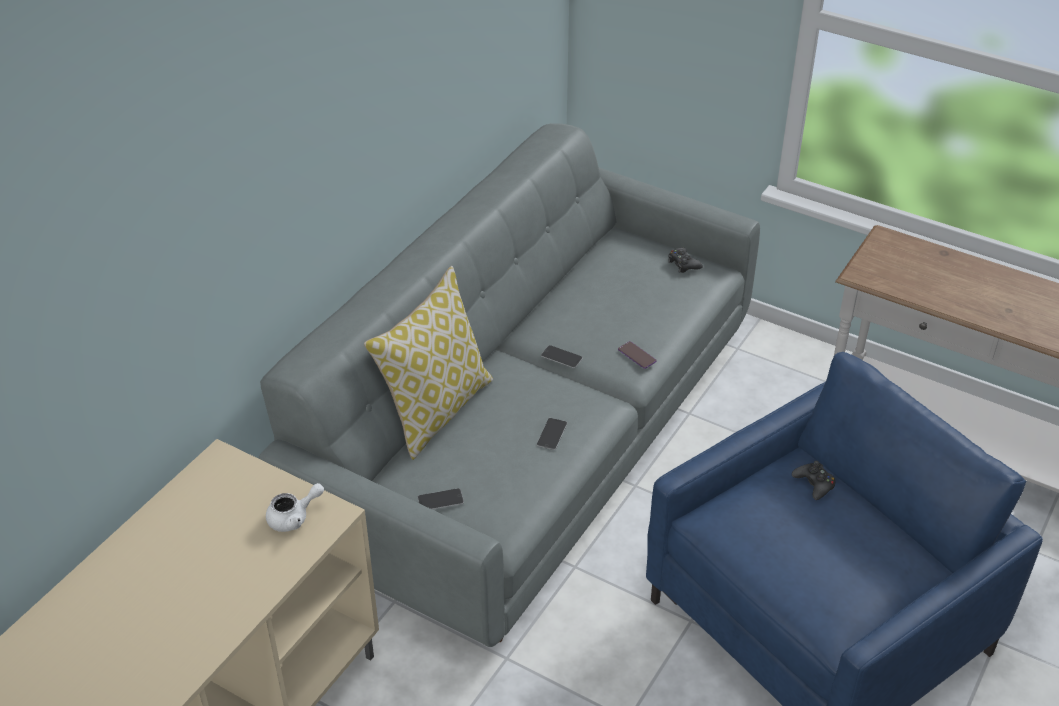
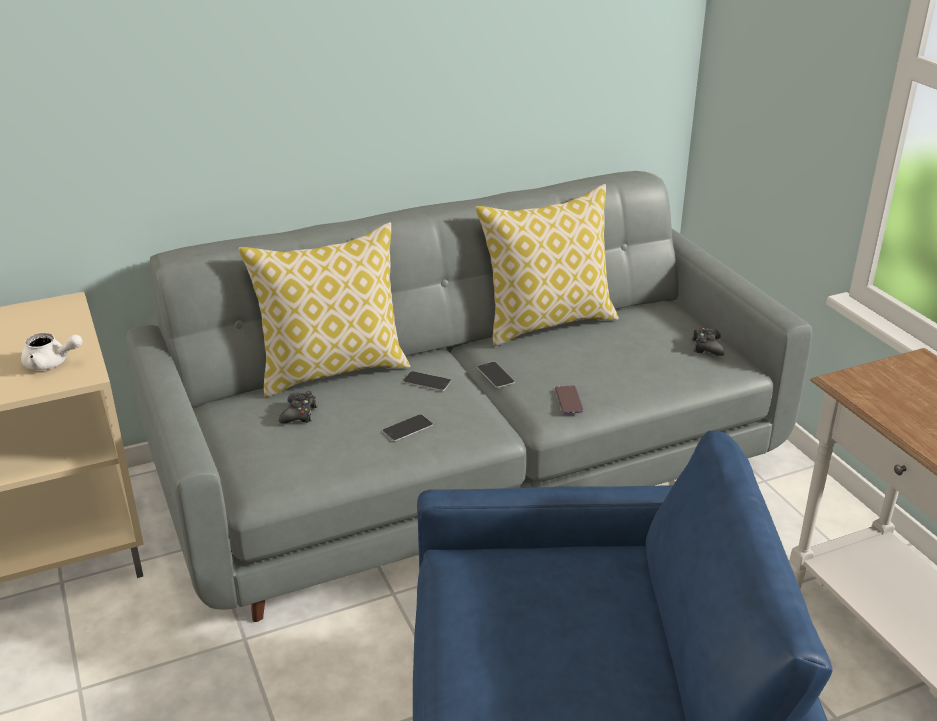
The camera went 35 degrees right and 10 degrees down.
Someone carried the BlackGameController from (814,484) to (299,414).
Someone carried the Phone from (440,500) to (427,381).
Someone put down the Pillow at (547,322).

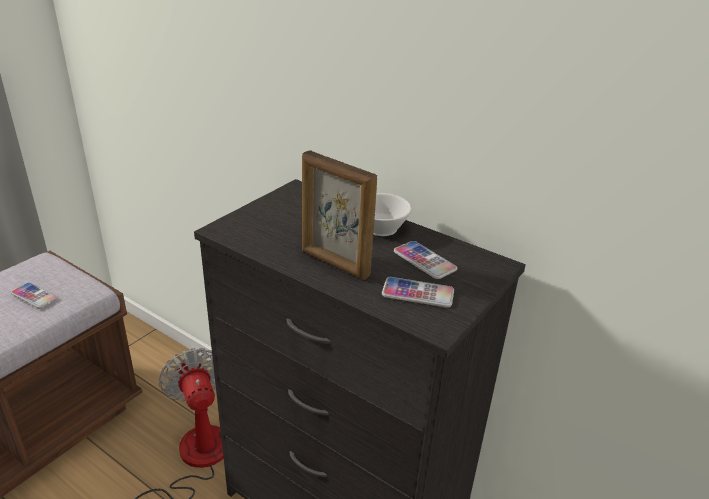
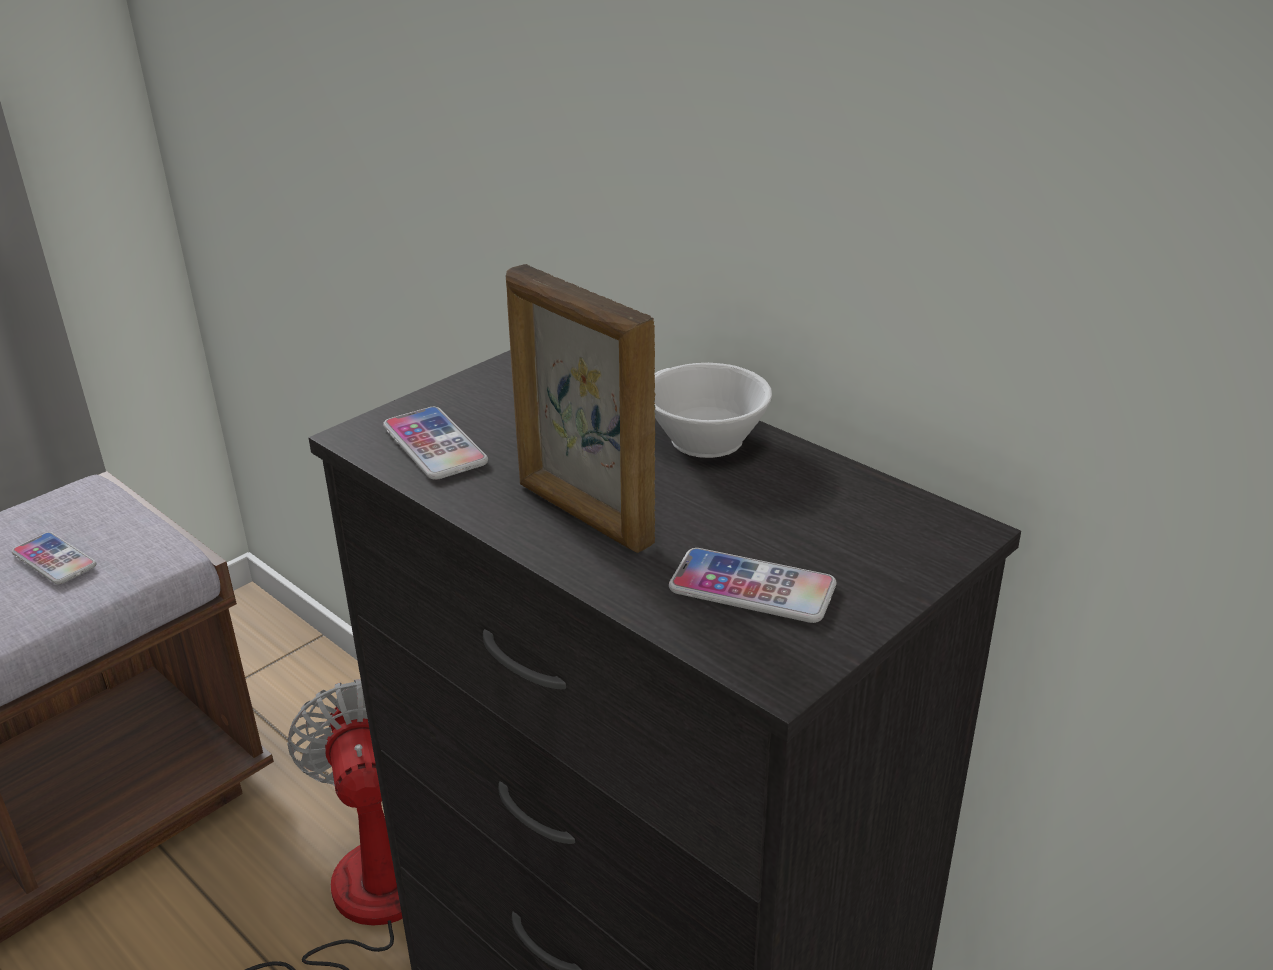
The camera went 10 degrees right and 0 degrees up.
Someone carried the Phone from (424,261) to (435,445).

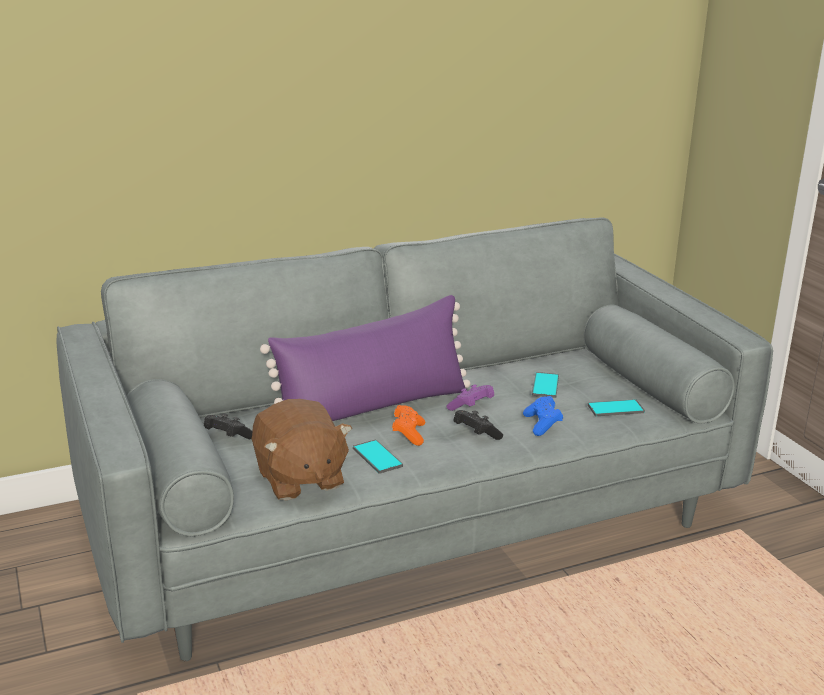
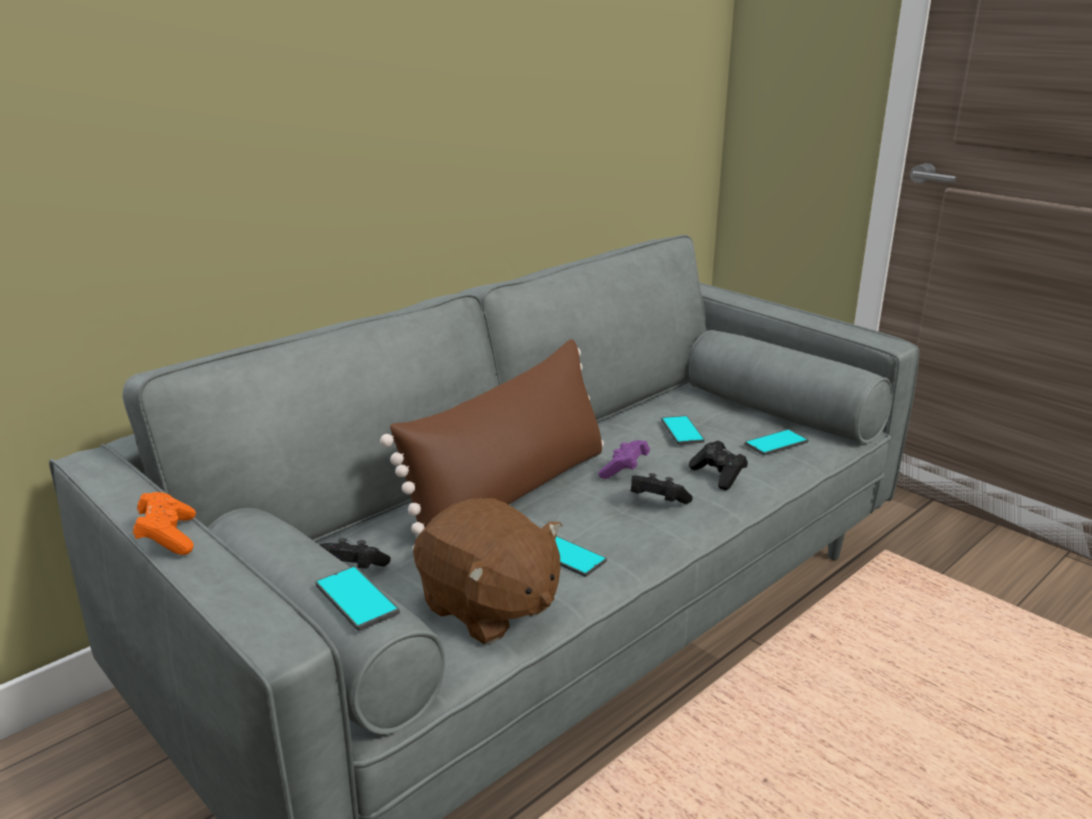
The camera went 20 degrees left and 0 degrees up.
Someone carried the OrangeGameController from (408,434) to (168,537).
Someone put down the Phone at (357,599).
Someone repainted the PurplePillow at (373,408), which became the BrownPillow at (511,493).
Someone repainted the BlueGameController at (542,424), which became the BlackGameController at (718,476).

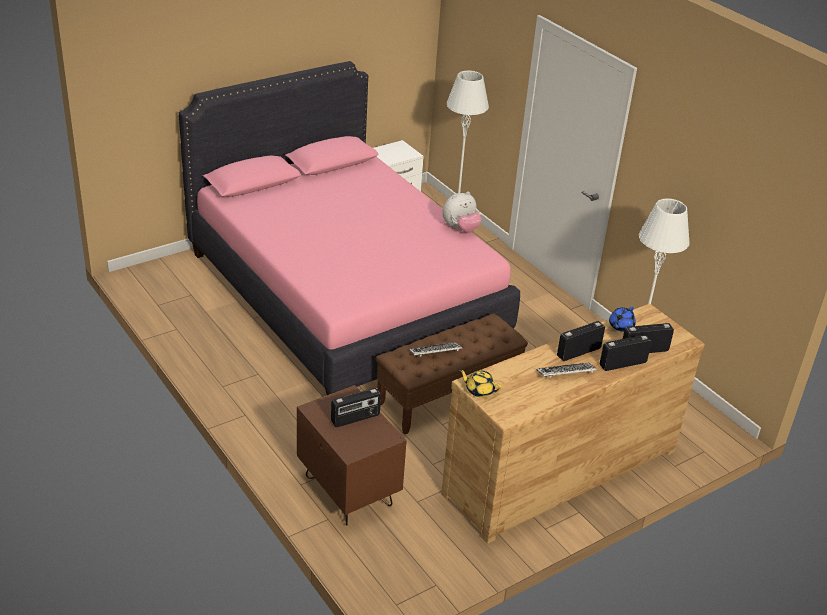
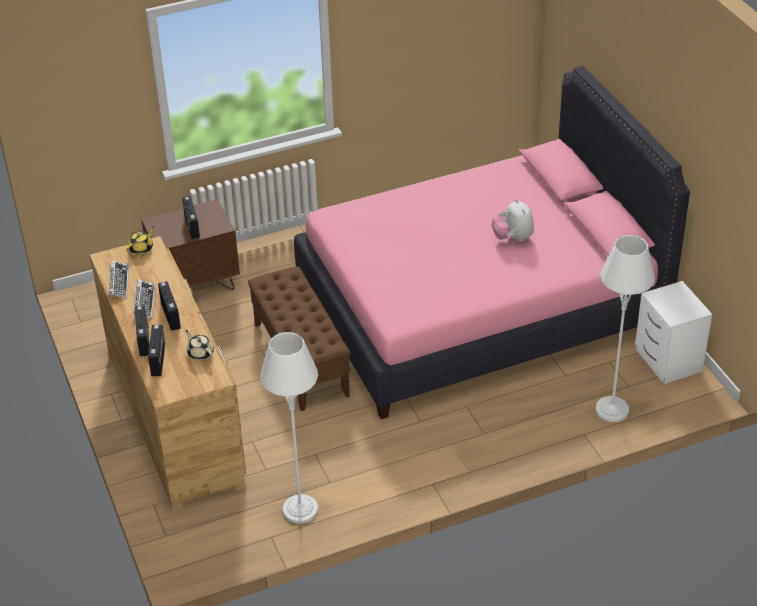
The camera went 105 degrees right and 5 degrees up.
Someone carried the Keyboard from (435,352) to (119,282).
Someone repainted the BlueTeapot at (620,326), which became the BeigeTeapot at (200,353).
Someone carried the PlushToy from (460,229) to (513,238).

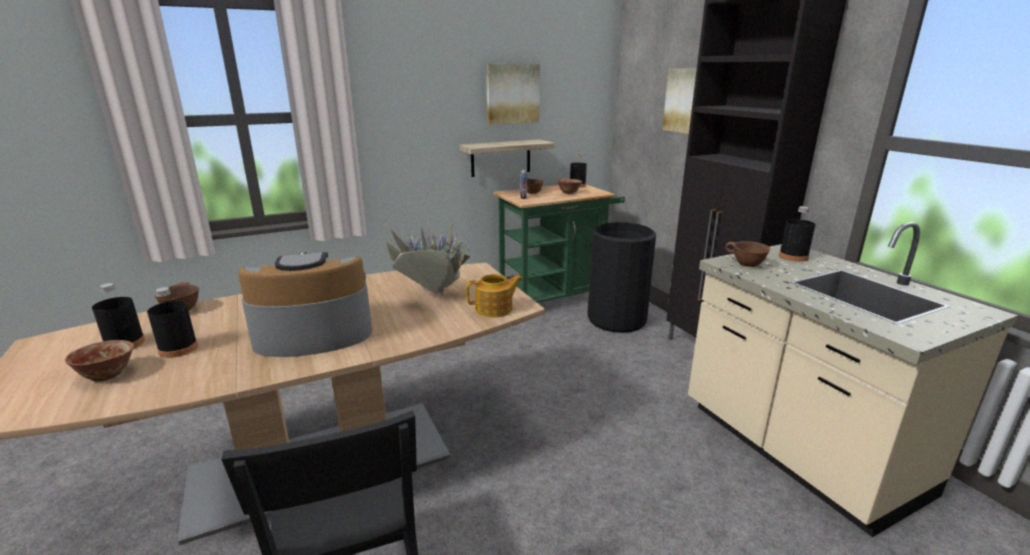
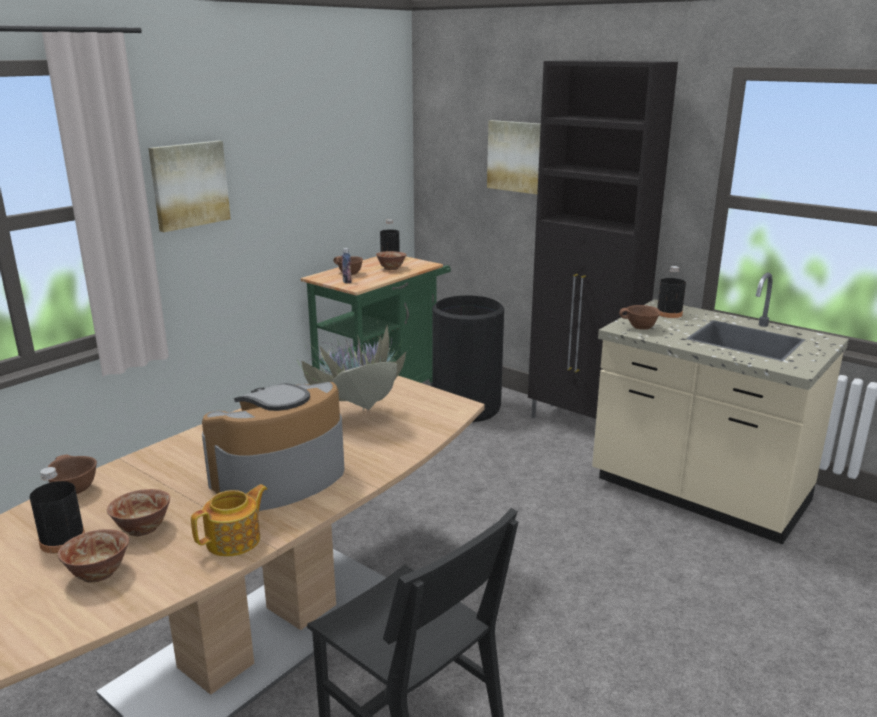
The camera went 25 degrees left and 0 degrees up.
Someone swapped the BlackBottle at (178,349) for the Bowl at (142,529).
Someone carried the Picture from (512,93) to (189,185).
Someone carried the Teapot from (495,309) to (235,540).
Someone took away the Shelf at (501,158).

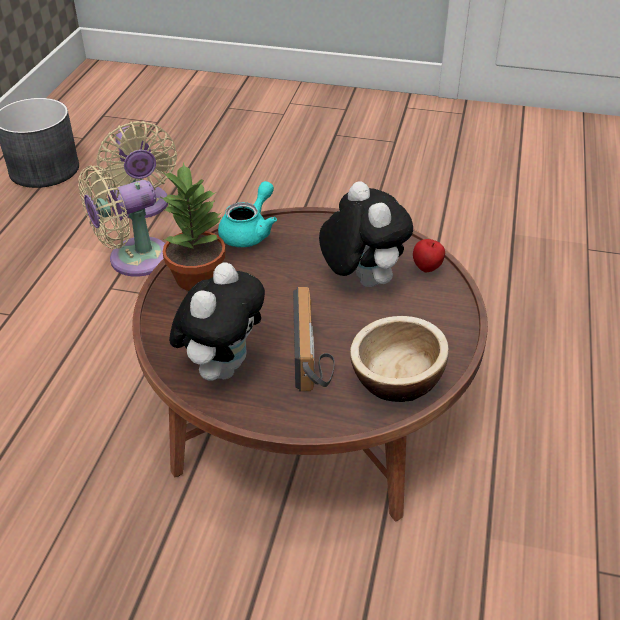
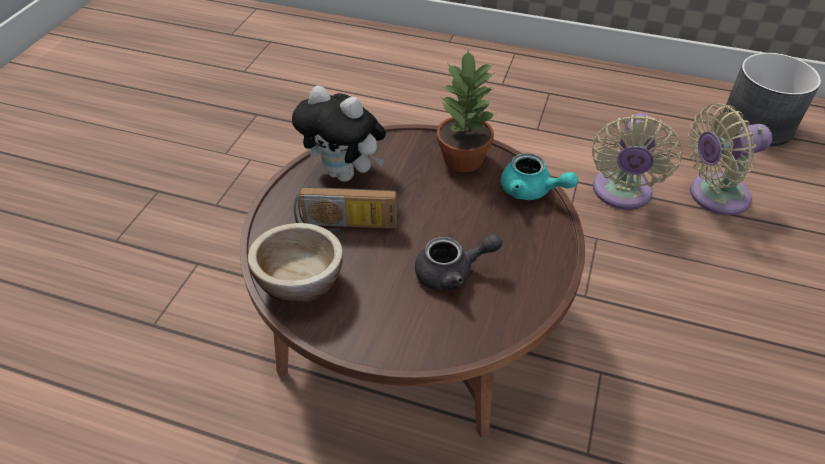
The camera went 95 degrees right and 5 degrees up.
Someone swapped the PlushToy at (361,280) for the GreyTeapot at (452,273).
Someone rotated the BeigeFan at (133,260) by 135 degrees counterclockwise.
Someone took away the Apple at (427,269).

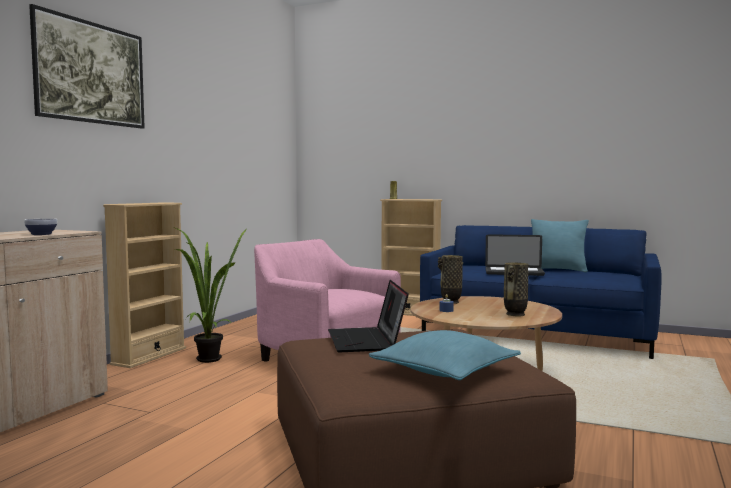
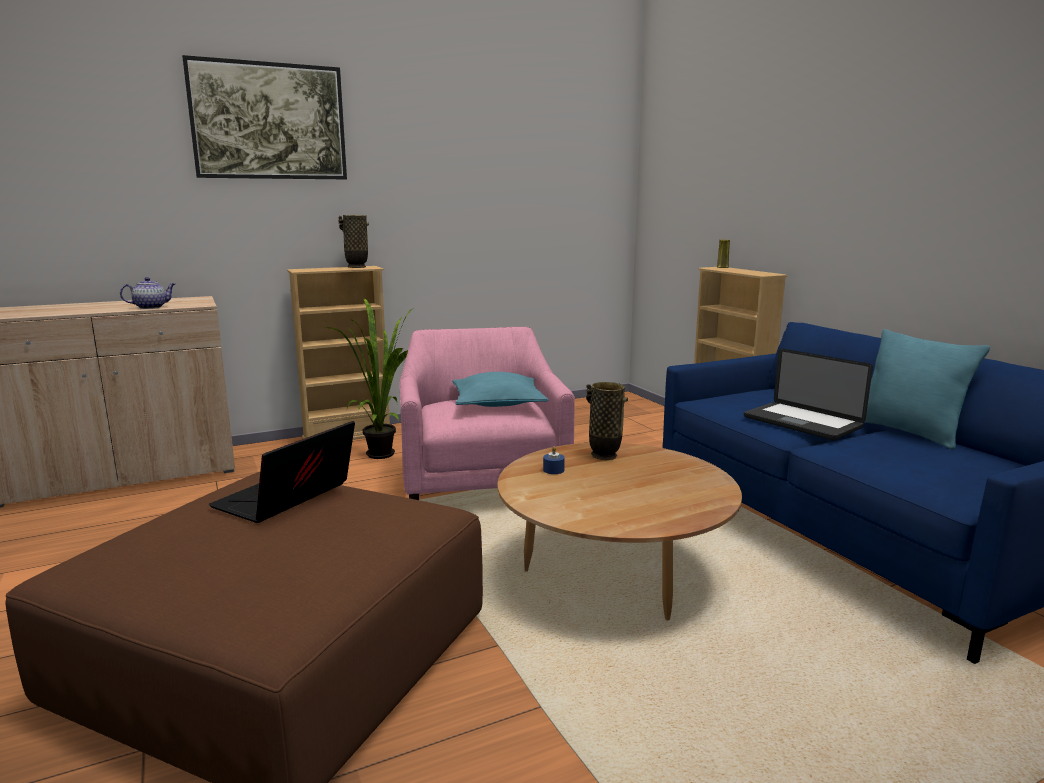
The camera went 40 degrees right and 10 degrees up.
Someone swapped the Bowl at (41,234) for the Teapot at (151,307).
Someone carried the Vase from (515,314) to (356,267).
Someone carried the TurquoisePillow from (445,371) to (498,403).

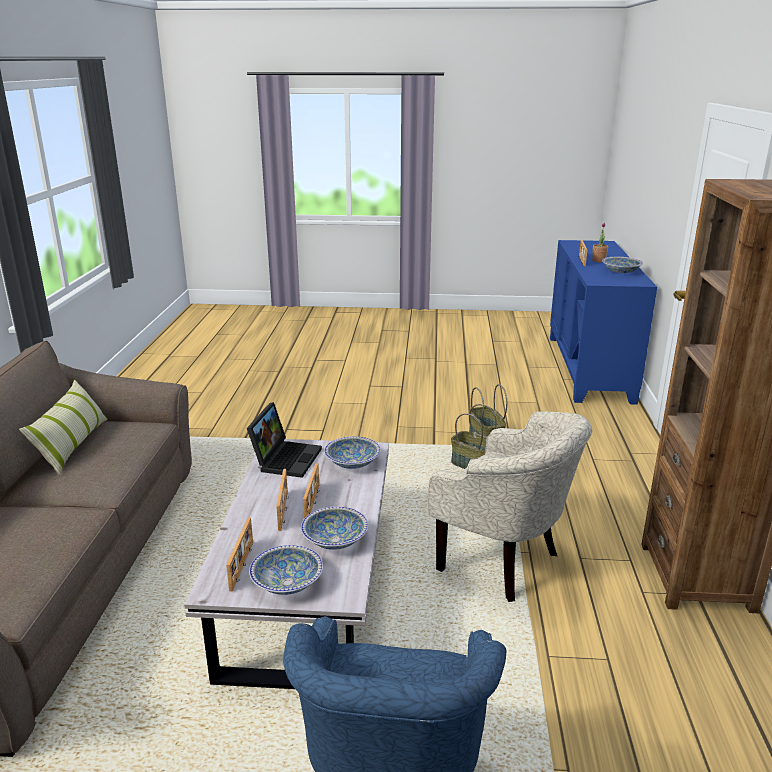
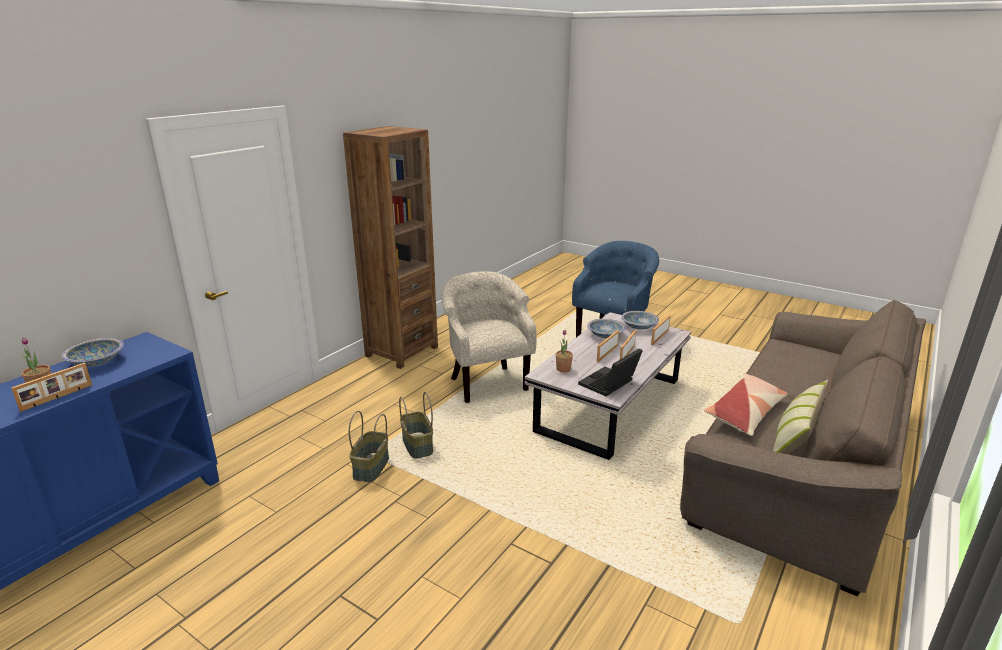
The camera went 150 degrees left and 0 degrees up.
Someone swapped the Bowl at (352,462) for the PottedPlant at (563,369).
Someone put down the Pillow at (745,412).

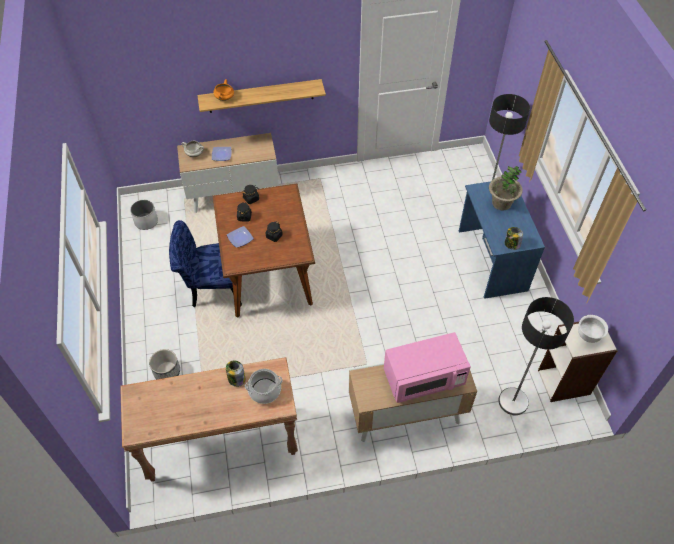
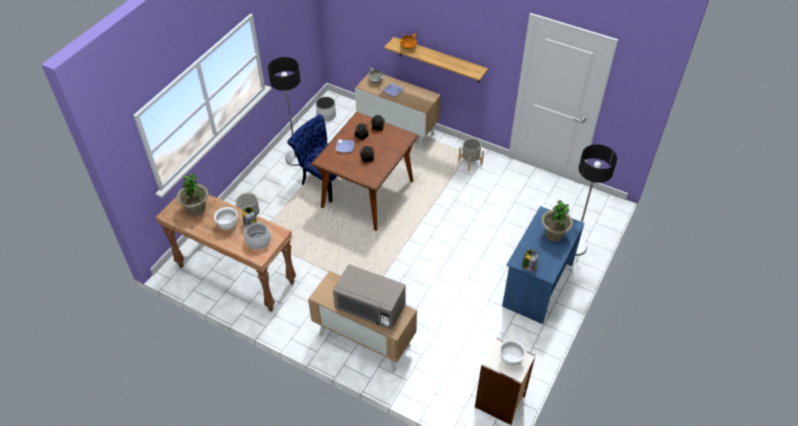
The camera went 40 degrees right and 5 degrees down.
Someone put down the PottedPlant at (196,209).
Someone put down the WhiteBowl at (228,225).
Someone carried the FloorLamp from (513,401) to (296,158).
Someone repainted the PinkMicrowave at (423,378), which became the GreyMicrowave at (370,308).
Someone put down the GreyPlanter at (470,162).

